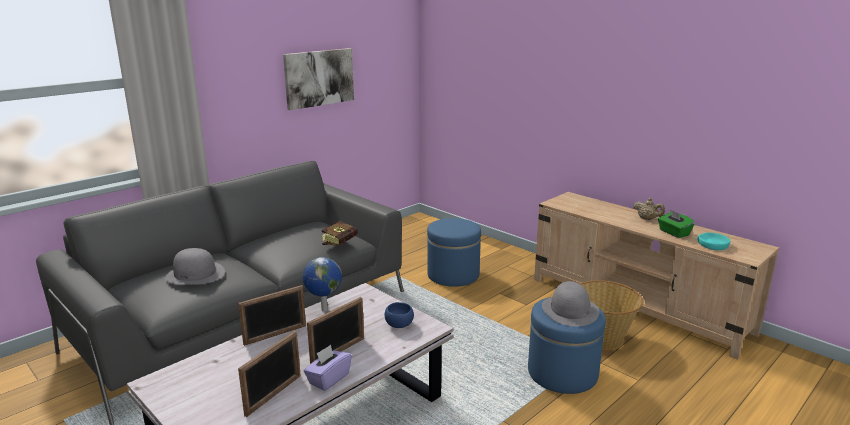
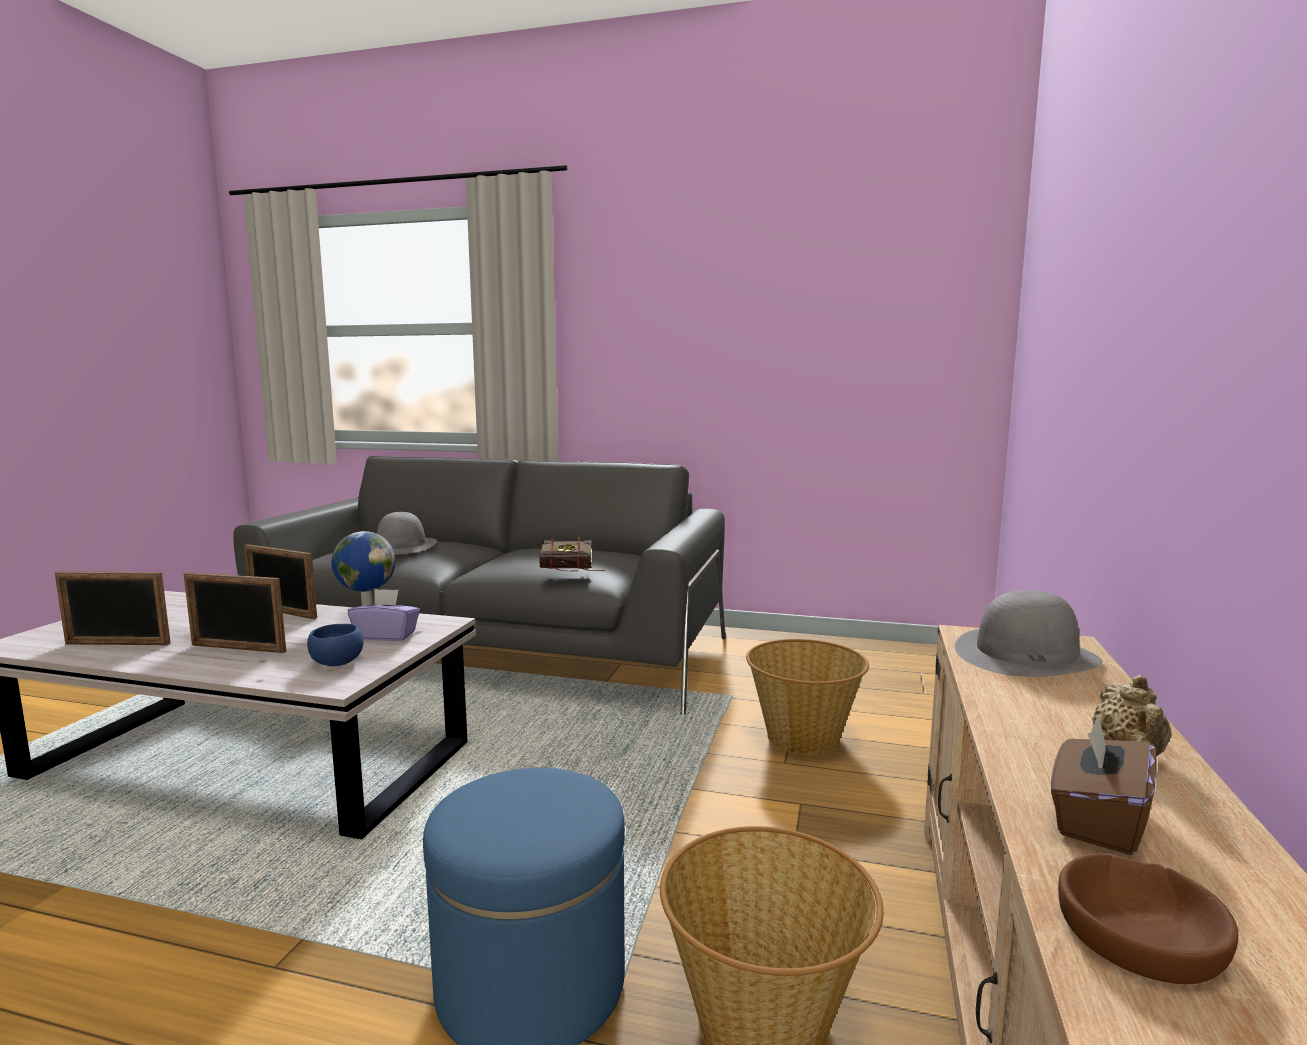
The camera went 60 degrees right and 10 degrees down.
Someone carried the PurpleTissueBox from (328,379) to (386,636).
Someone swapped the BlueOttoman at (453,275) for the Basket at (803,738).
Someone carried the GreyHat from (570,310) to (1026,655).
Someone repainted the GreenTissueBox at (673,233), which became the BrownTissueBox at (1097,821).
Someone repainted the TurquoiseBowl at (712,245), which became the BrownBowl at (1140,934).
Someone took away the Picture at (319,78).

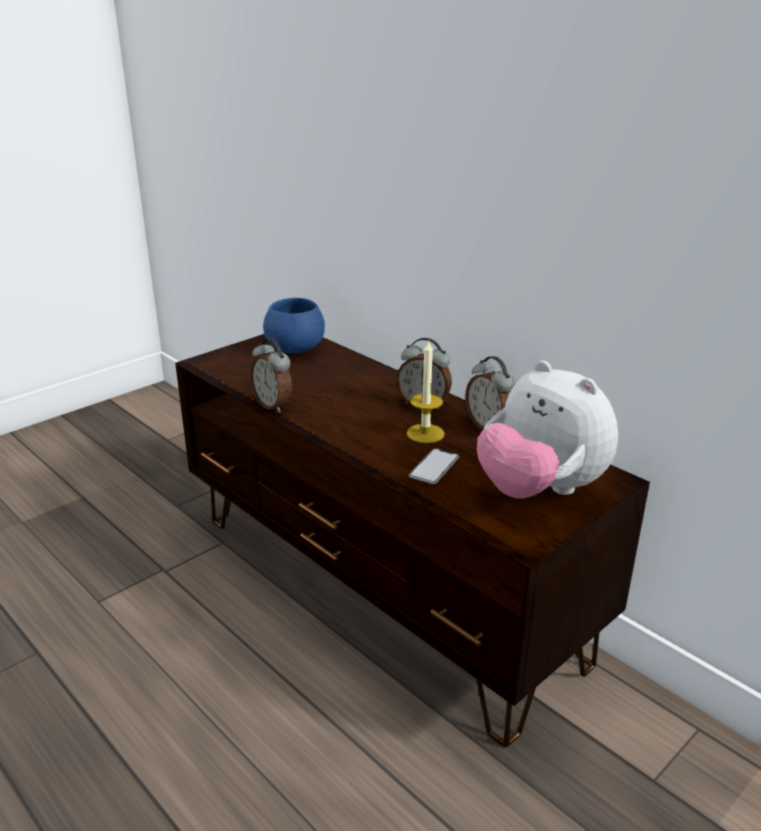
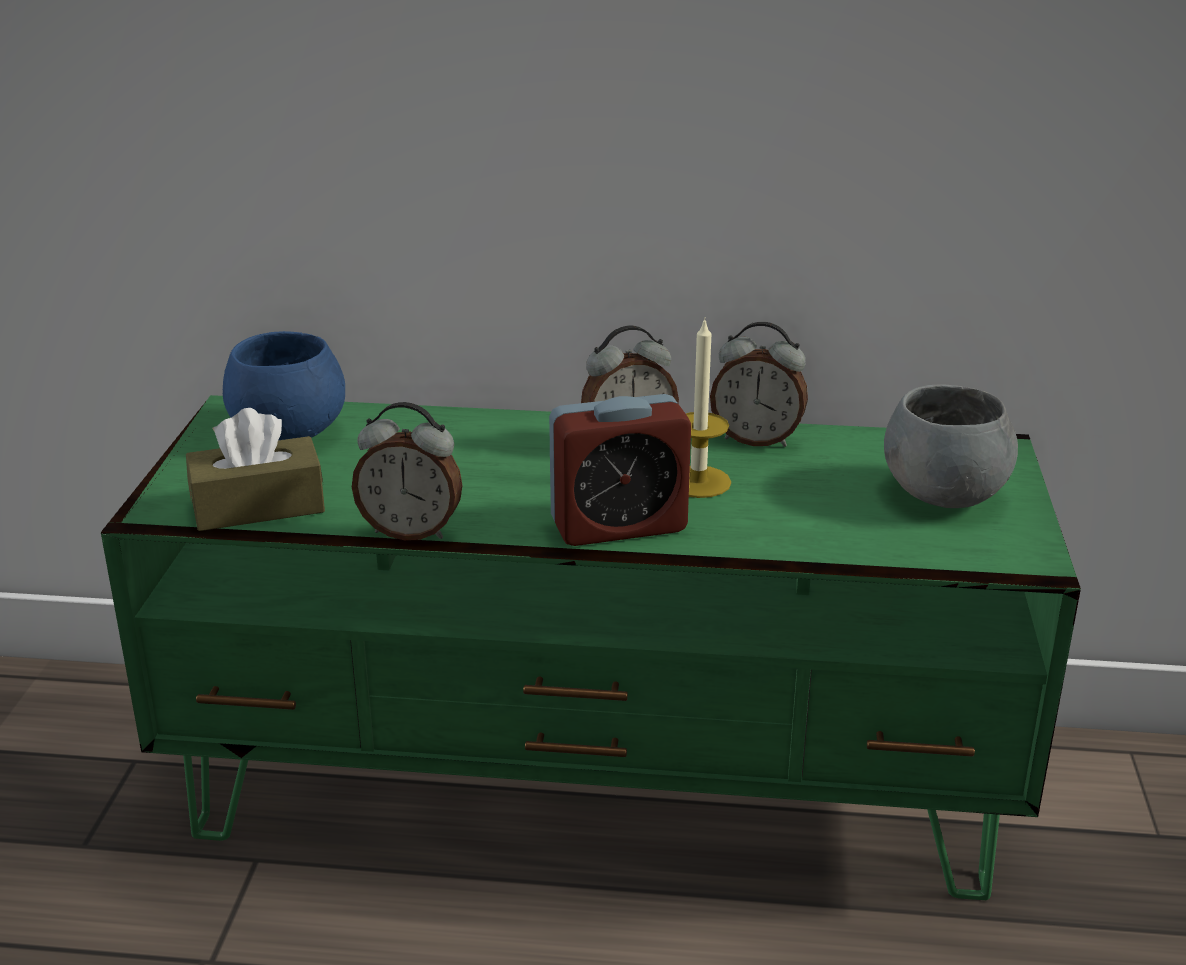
The camera went 40 degrees left and 0 degrees up.
Someone repainted the BrownTvStand at (381,587), which became the GreenTvStand at (595,791).
Someone put down the BrownTissueBox at (258,506).
Someone put down the AlarmClock at (618,526).
Someone swapped the PlushToy at (540,490) for the GreyBowl at (945,494).
Someone took away the Phone at (434,467).

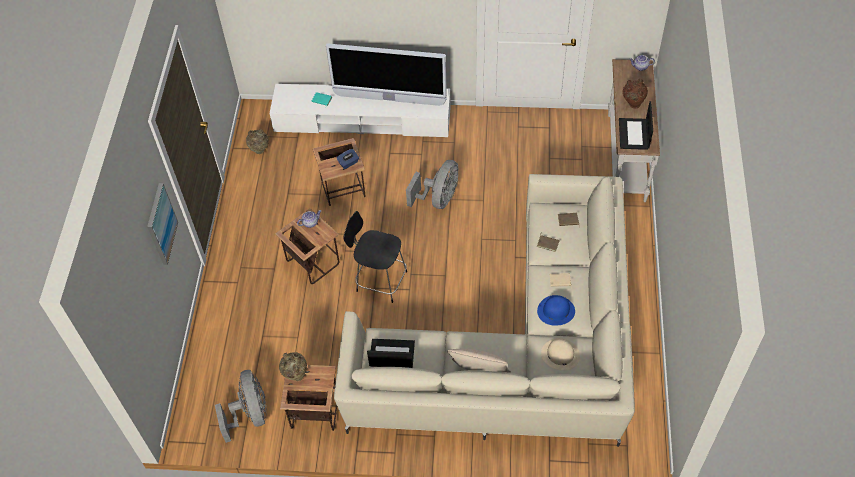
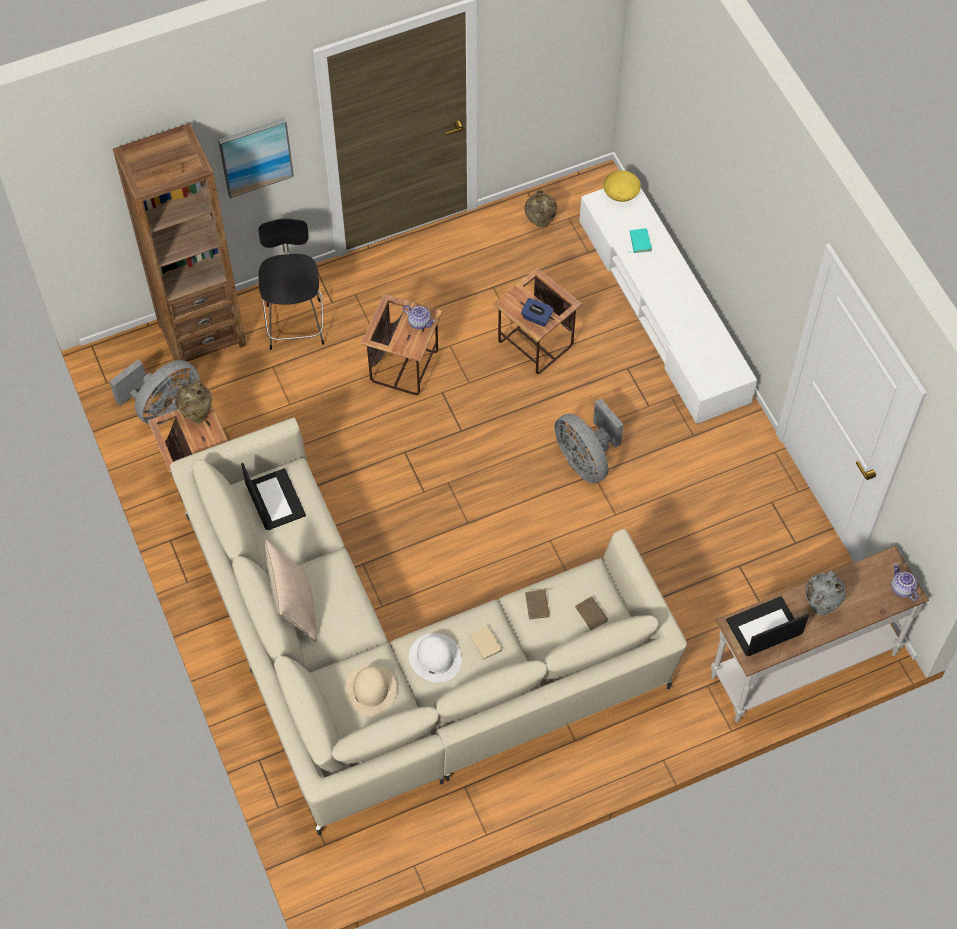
The camera went 60 degrees right and 5 degrees up.
Someone put down the BrownBookcase at (202,334).
Someone carried the BlackStool from (379,280) to (295,322).
Someone repainted the BlueHat at (556,311), which became the WhiteHat at (435,658).
Someone rotated the GreyFan at (438,199) by 60 degrees clockwise.
Someone put down the YellowBowl at (620,193).
Someone repainted the BrownVase at (632,104), which became the GreyVase at (820,605).
Someone took away the Television at (389,99).

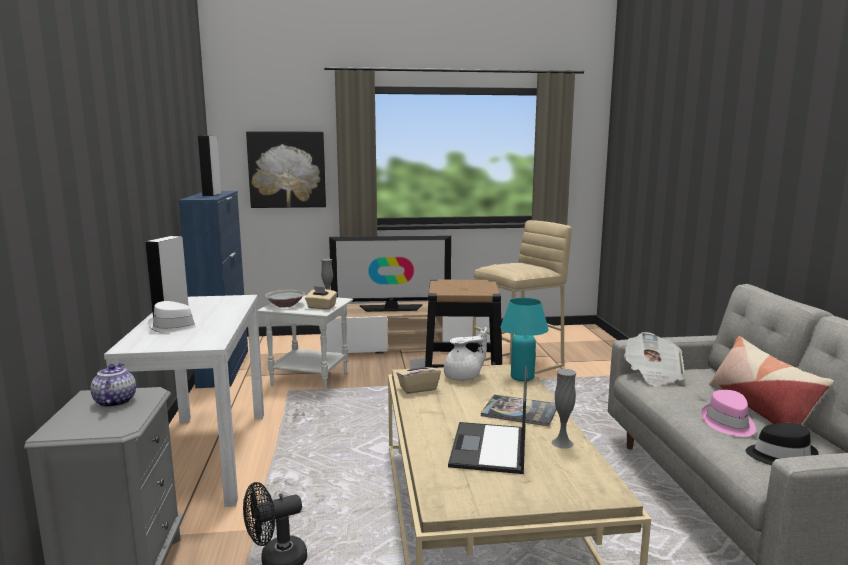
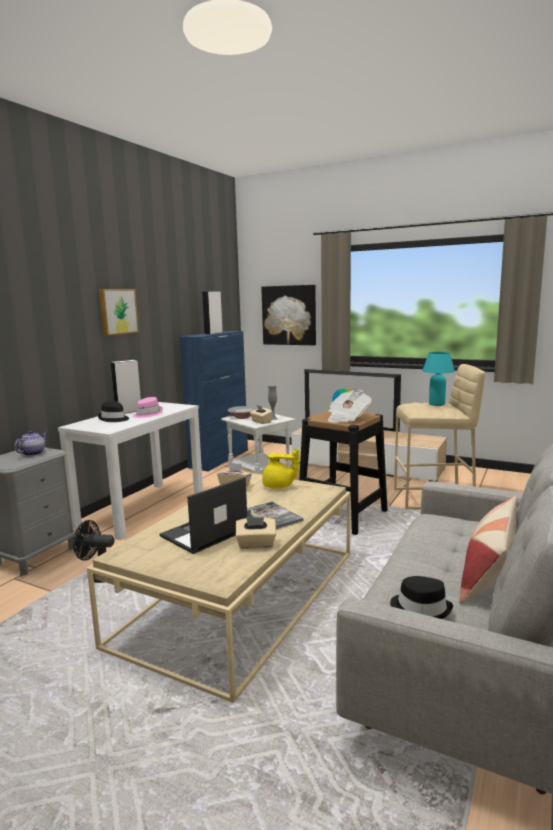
The camera went 35 degrees right and 0 degrees up.
Someone repainted the WhiteHat at (174,328), which became the BlackHat at (114,419).
Someone put up the Picture at (117,311).
Someone carried the PinkHat from (728,423) to (147,414).
Someone swapped the GreyVase at (562,443) for the BeigeTissueBox at (256,544).
Someone repainted the WhiteTeapot at (464,377), which became the YellowTeapot at (279,486).
Someone carried the Newspaper from (653,374) to (347,418).
Someone carried the TurquoiseTableLamp from (522,377) to (437,404).

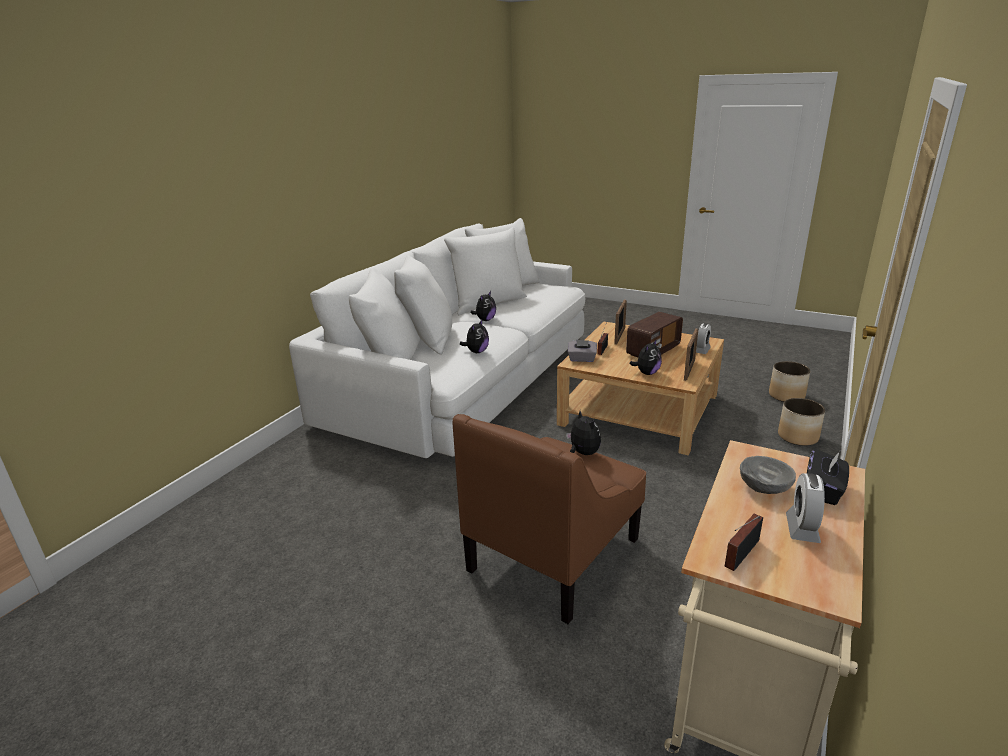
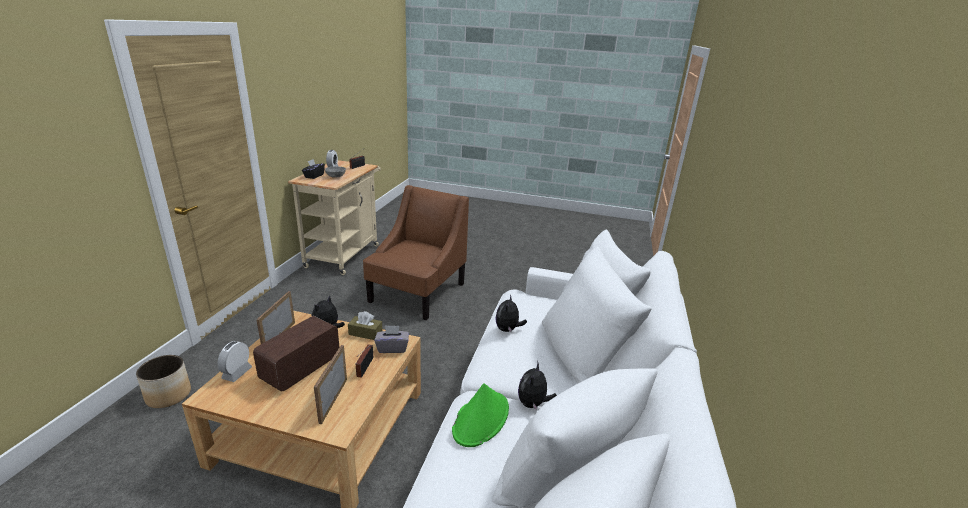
The camera went 165 degrees right and 0 degrees up.
Someone put down the BrownTissueBox at (365,333).
Someone put down the GreenHat at (481,419).
Someone took away the PlushToy at (583,453).
Someone took away the Planter at (786,396).

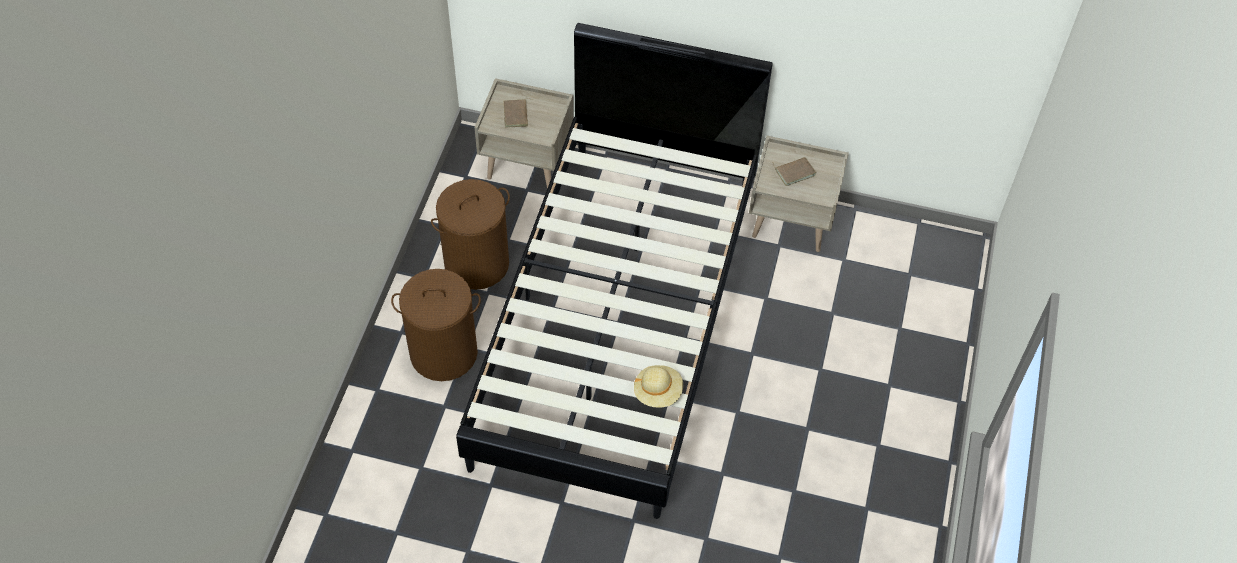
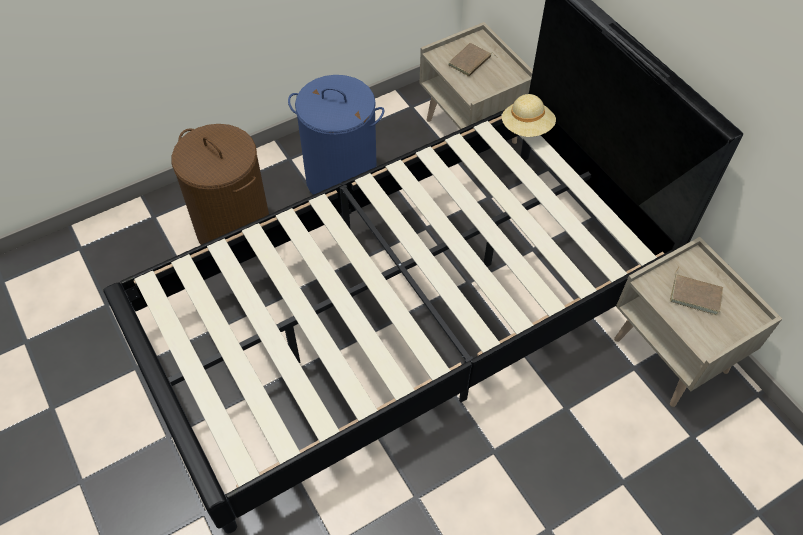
The camera went 45 degrees right and 0 degrees up.
Someone repainted the BrownLaundryBasket at (477,263), which became the BlueLaundryBasket at (342,178).
Someone carried the BeigeHat from (658,392) to (527,128).

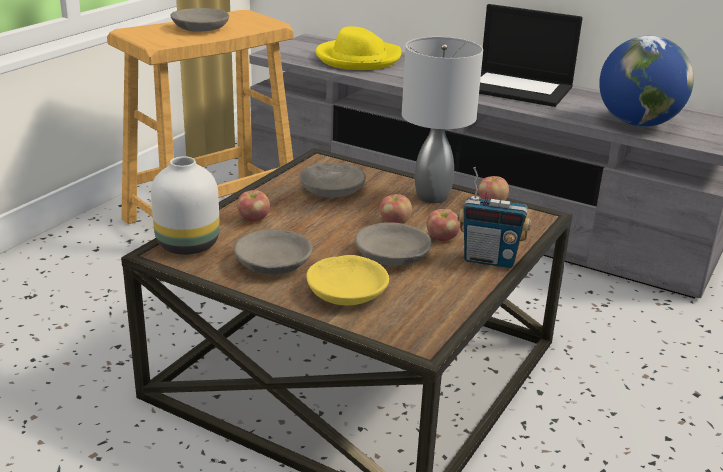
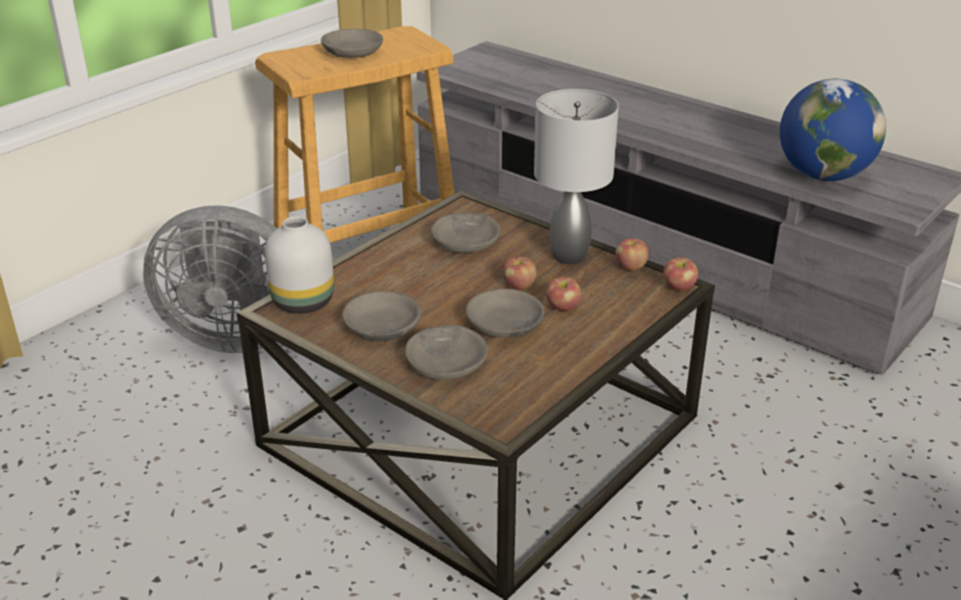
The camera went 10 degrees right and 5 degrees up.
Someone put down the GreyFan at (234,335).
Someone repainted the YellowBowl at (347,291), which became the GreyBowl at (446,363).
Someone carried the Apple from (253,219) to (679,287).
Someone took away the YellowHat at (358,58).
Someone took away the Radio at (489,259).
Someone took away the Laptop at (517,88).

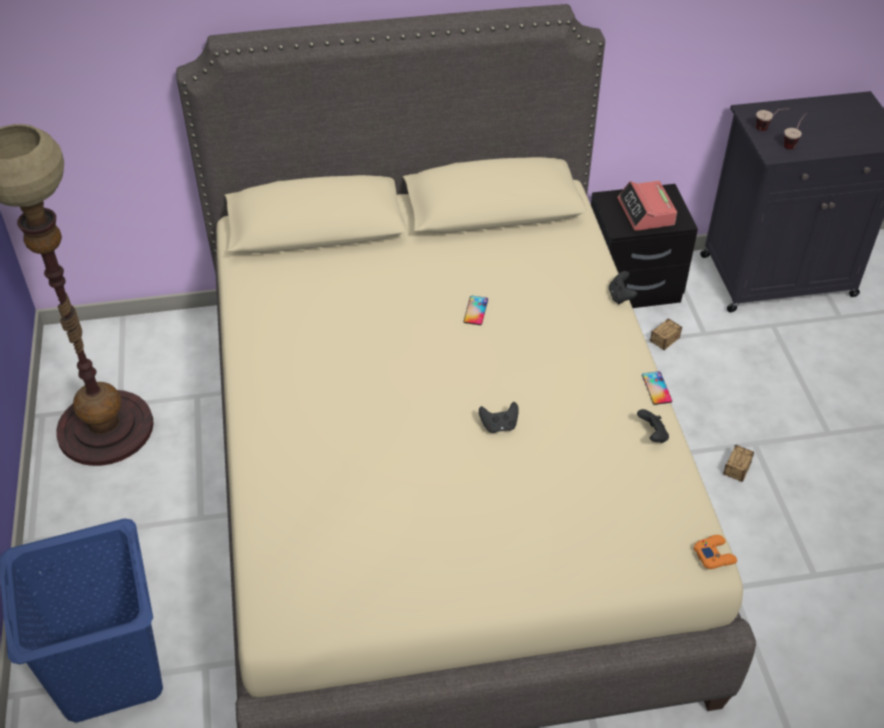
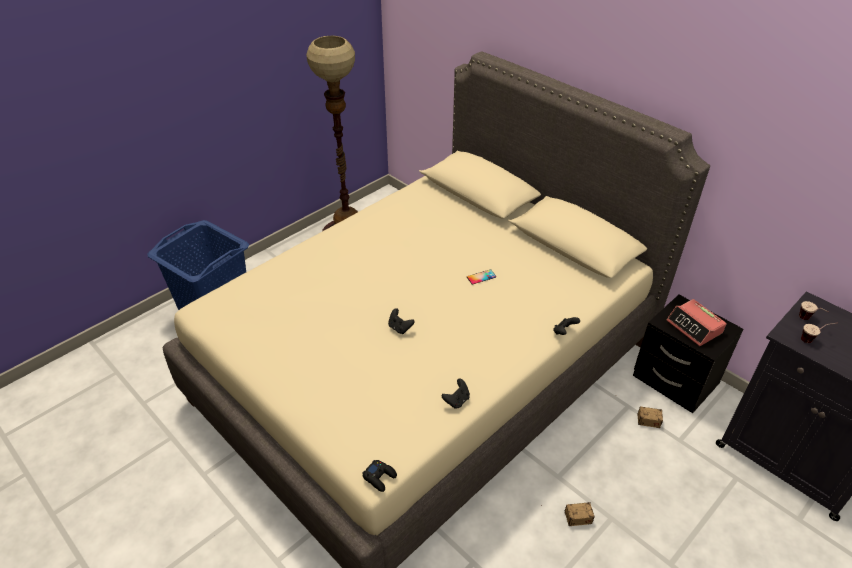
The camera went 55 degrees right and 5 degrees down.
Someone repainted the OrangeGameController at (714,555), which became the BlackGameController at (380,477).
Someone rotated the AlarmClock at (646,212) by 75 degrees counterclockwise.
Someone took away the Phone at (656,388).

